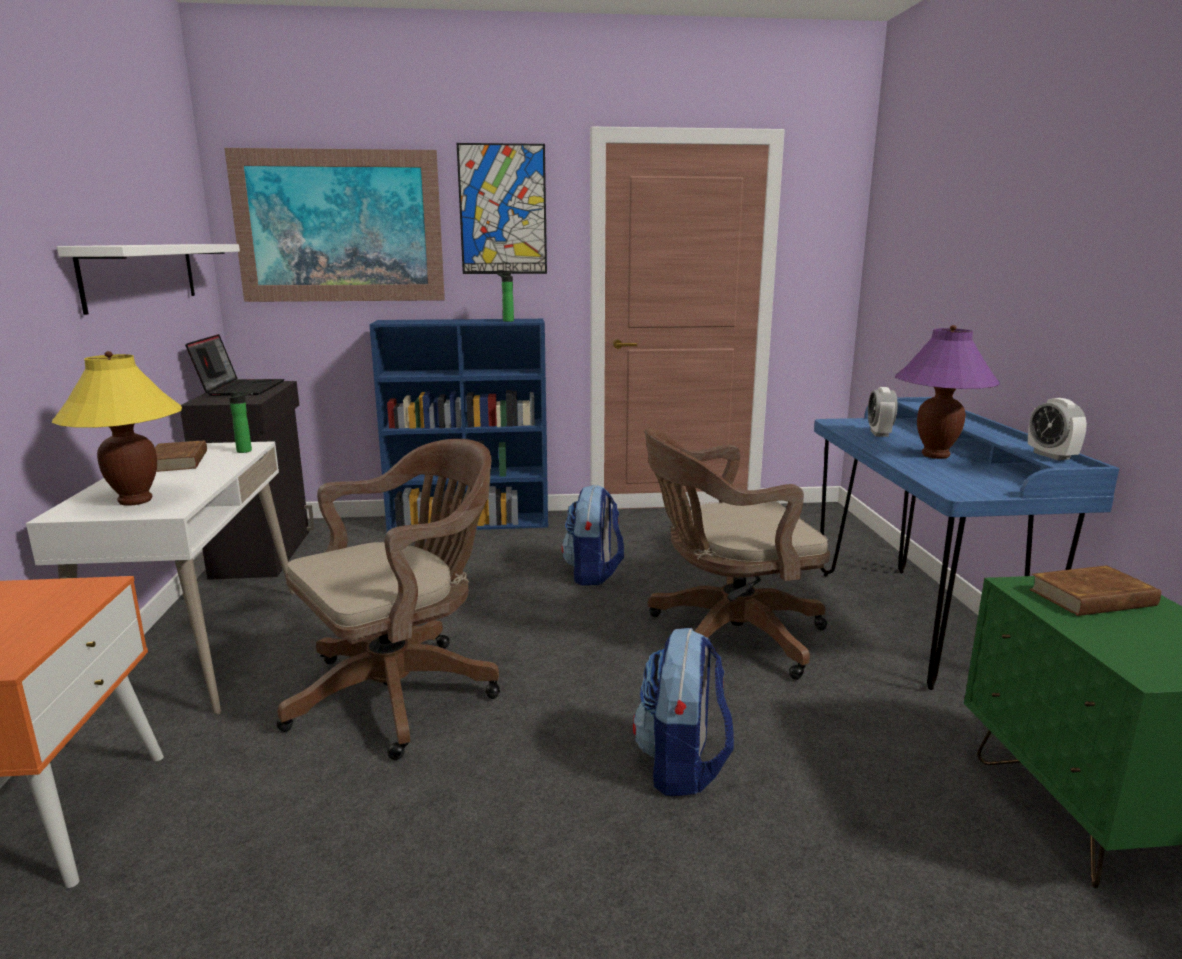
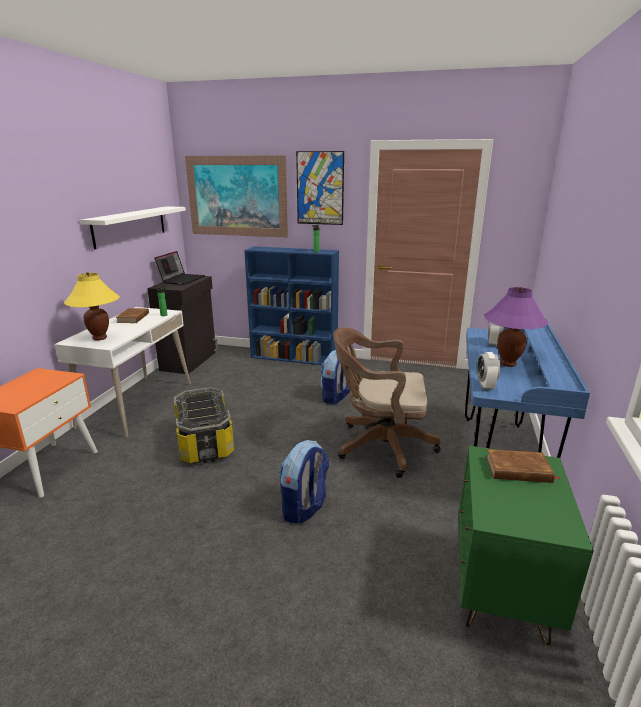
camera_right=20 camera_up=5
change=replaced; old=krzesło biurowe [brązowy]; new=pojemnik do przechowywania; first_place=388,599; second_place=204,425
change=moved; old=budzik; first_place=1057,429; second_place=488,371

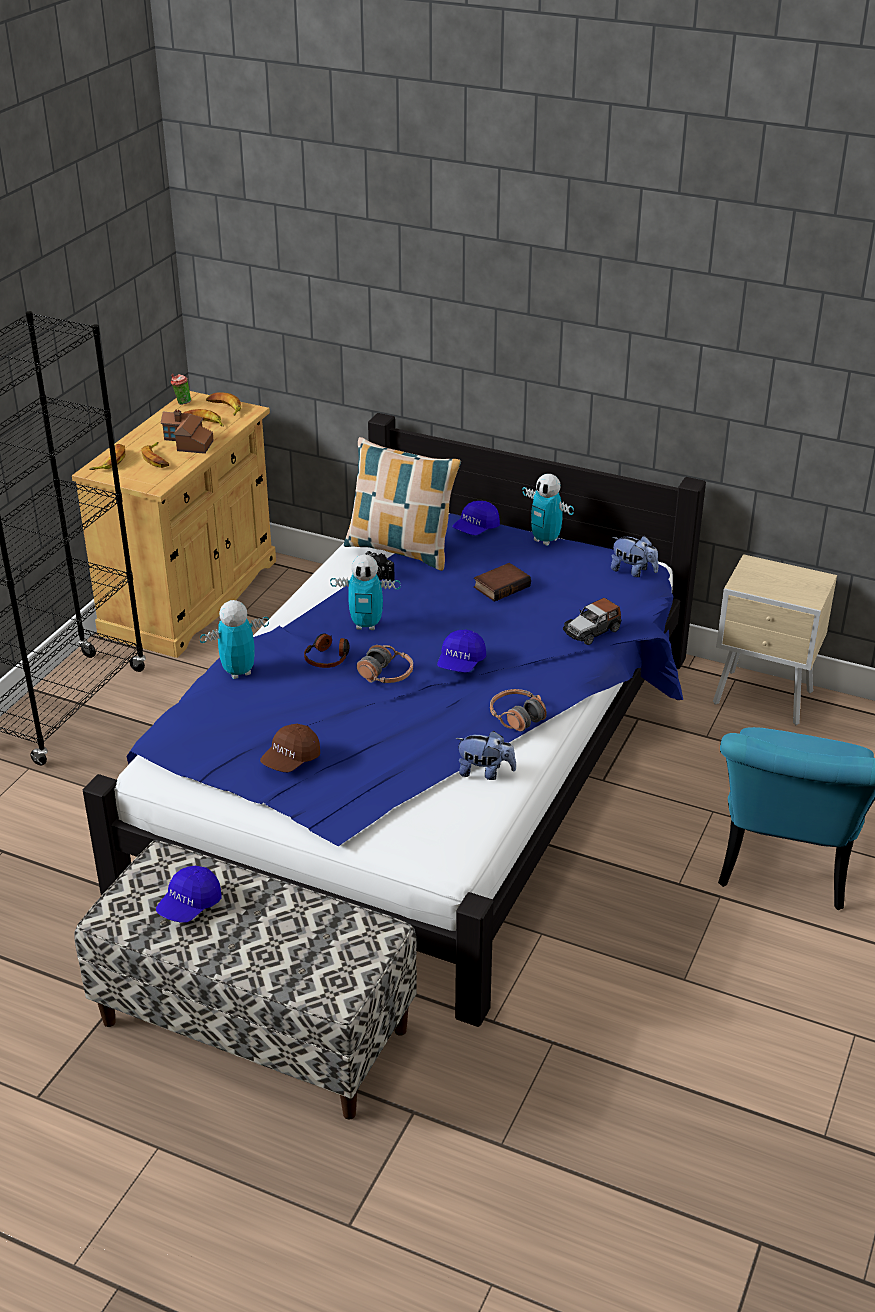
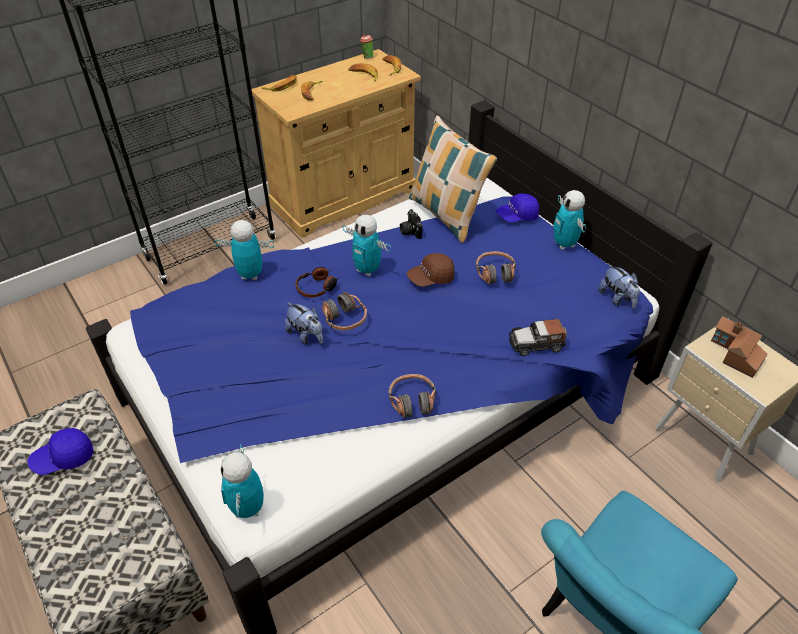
camera_right=30 camera_up=10
change=moved; old=domek; first_place=187,431; second_place=739,347
change=moved; old=czapka z daszkiem [brązowy]; first_place=290,748; second_place=430,270
change=removed; old=czapka z daszkiem [niebieski]; first_place=461,651
change=moved; old=pluszak; first_place=485,755; second_place=304,323
change=replaced; old=książka; new=słuchawki; first_place=502,582; second_place=495,267
change=added; new=robot zabawkowy; second_place=242,481

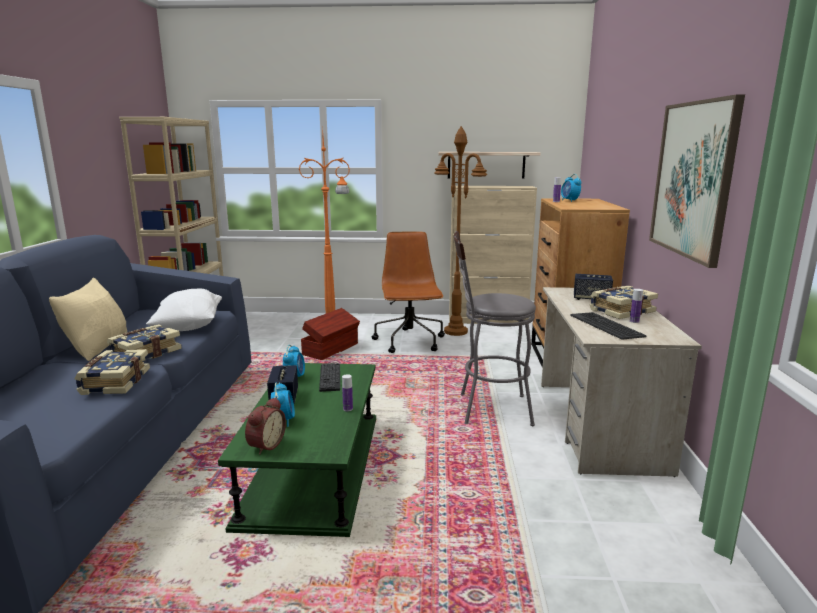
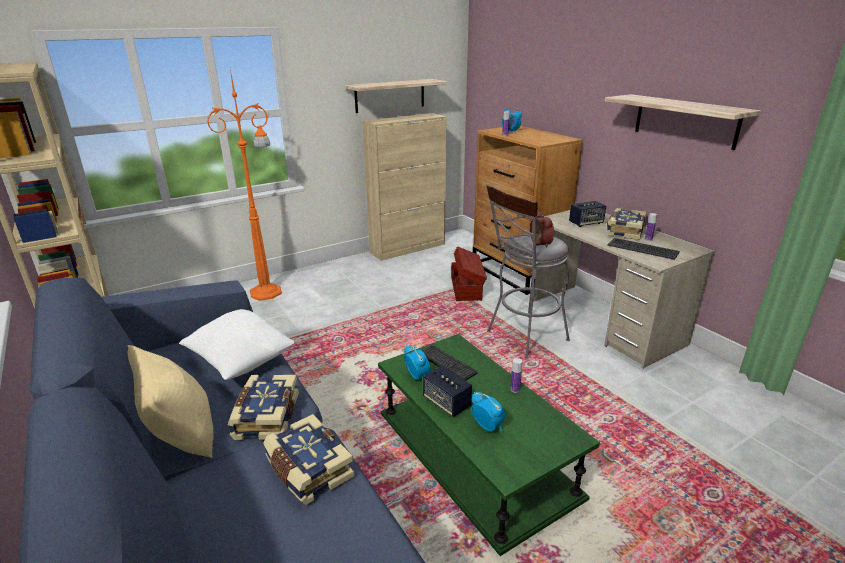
camera_right=-35 camera_up=10
change=moved; old=budzik; first_place=265,426; second_place=542,229
change=moved; old=pojemnik do przechowywania [brązowy]; first_place=330,334; second_place=469,273
change=removed; old=krzesło biurowe [brązowy]; first_place=408,292
change=removed; old=lampa stojąca [brązowy]; first_place=460,231
change=replaced; old=obraz; new=półka; first_place=697,181; second_place=683,122

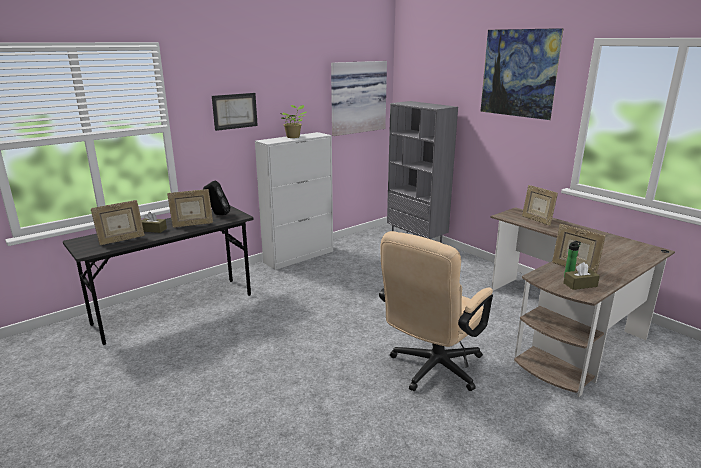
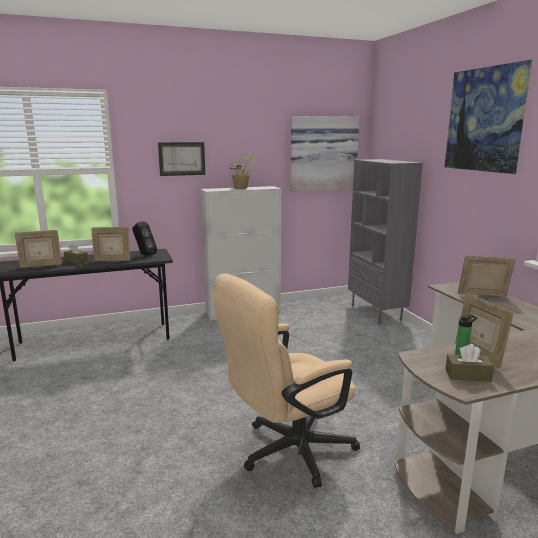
camera_right=20 camera_up=-5
change=turned; old=ramka na zdjęcie; first_place=540,205; second_place=486,276; degrees=105

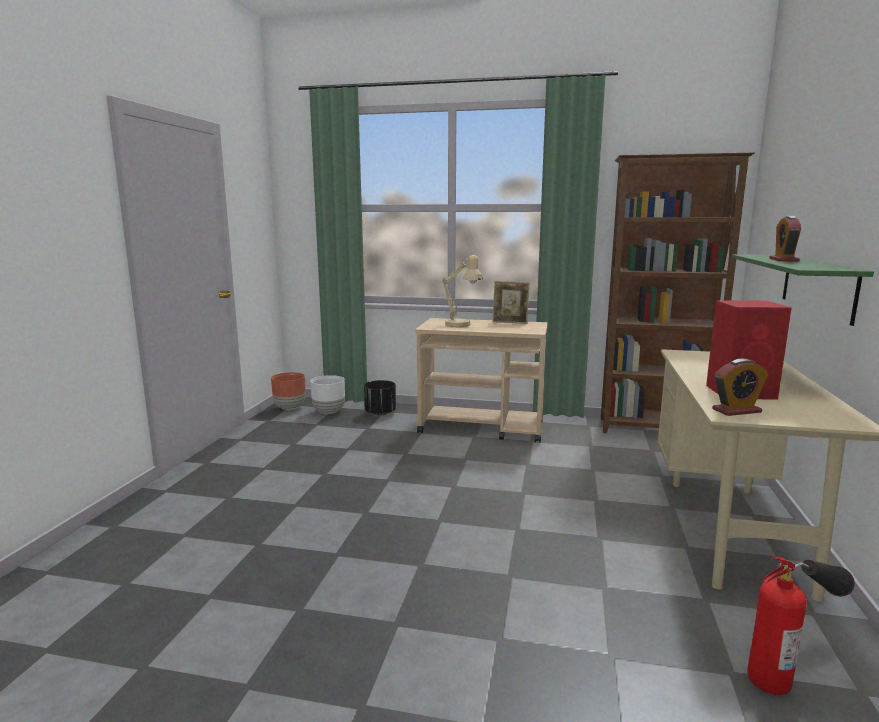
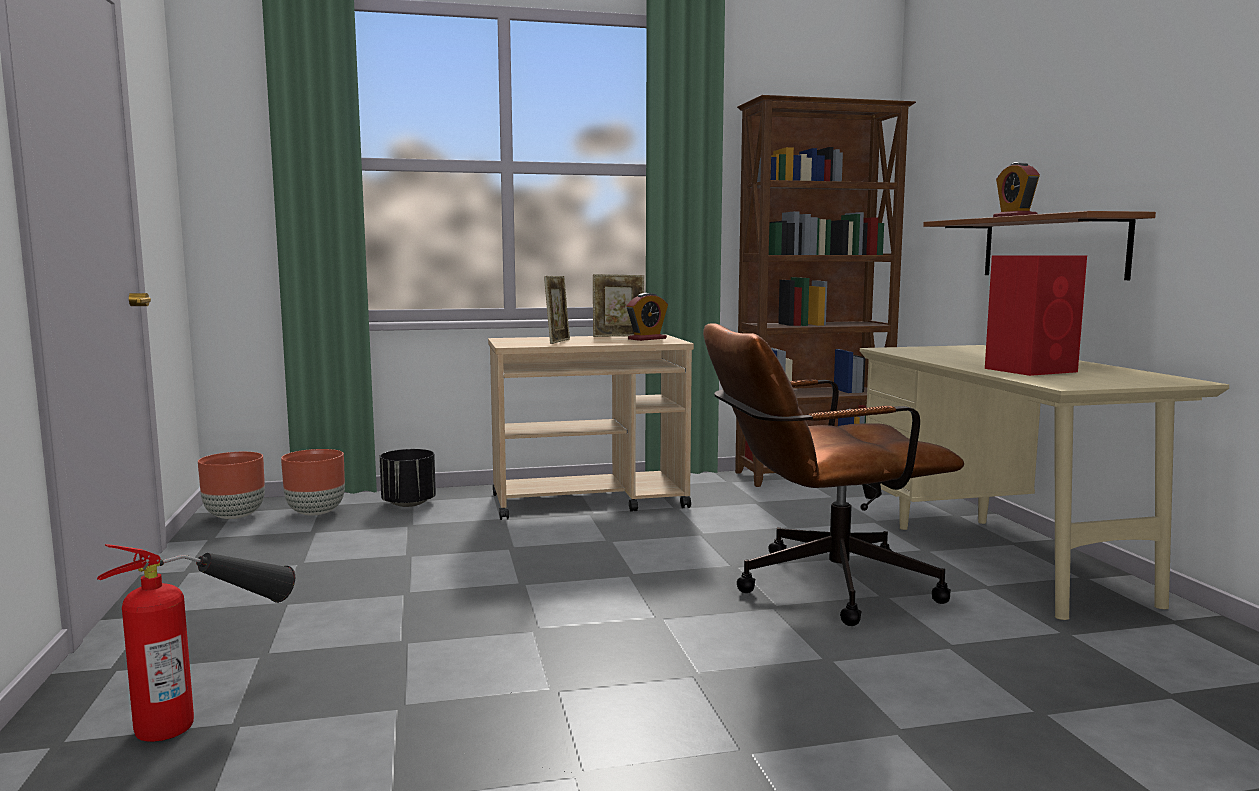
camera_right=-25 camera_up=-5
change=recoloured; old=donica [biały]; new=donica [brązowy]; first_place=327,394; second_place=313,482
change=replaced; old=lampa stołowa [beżowy]; new=ramka na zdjęcie; first_place=462,291; second_place=557,310
change=moved; old=budzik; first_place=740,387; second_place=647,317
change=recoloured; old=półka [zielony]; new=półka [brązowy]; first_place=803,290; second_place=1039,245
change=moved; old=gaśnica; first_place=801,625; second_place=196,643
change=added; new=krzesło biurowe [brązowy]; second_place=833,474

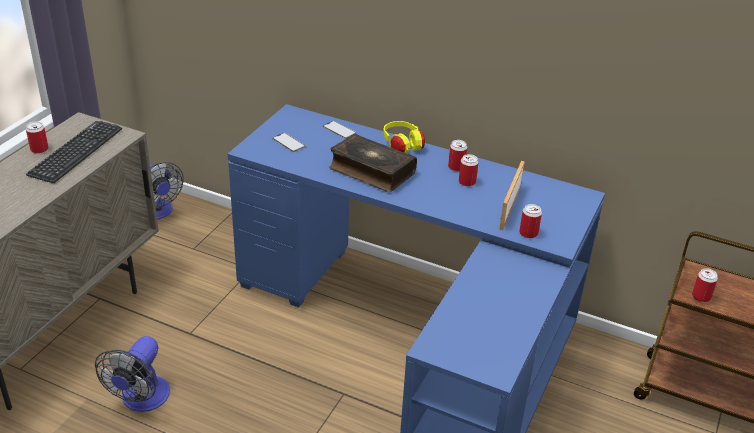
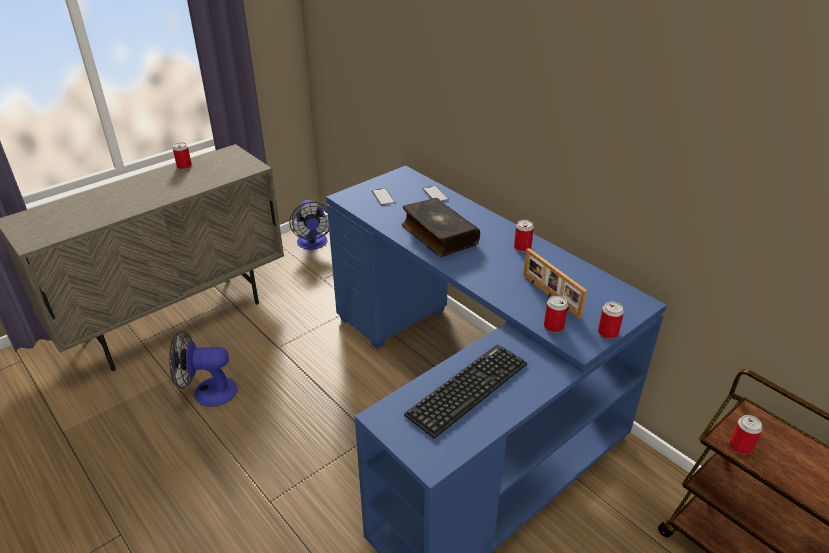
camera_right=25 camera_up=0
change=moved; old=klawiatura; first_place=74,152; second_place=465,391
change=turned; old=wentylator; first_place=132,374; second_place=203,369; degrees=45
change=removed; old=słuchawki [żółty]; first_place=404,137
change=moved; old=puszka; first_place=469,170; second_place=611,320
change=turned; old=ramka na zdjęcie; first_place=512,195; second_place=555,283; degrees=-75

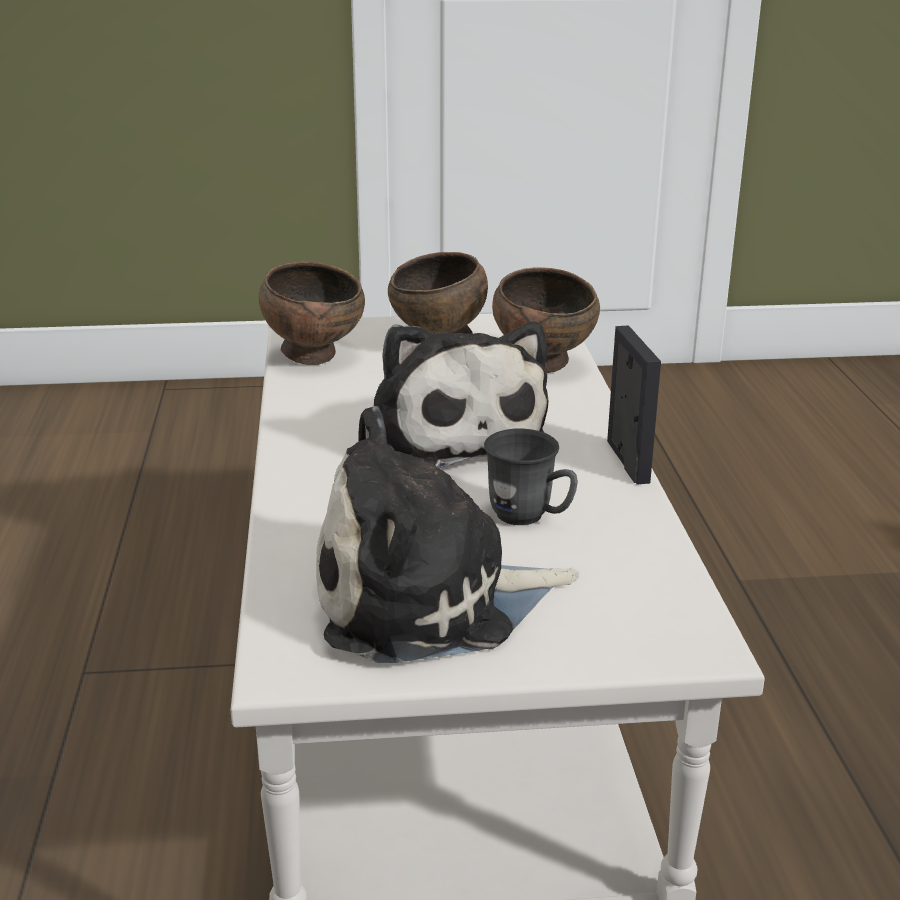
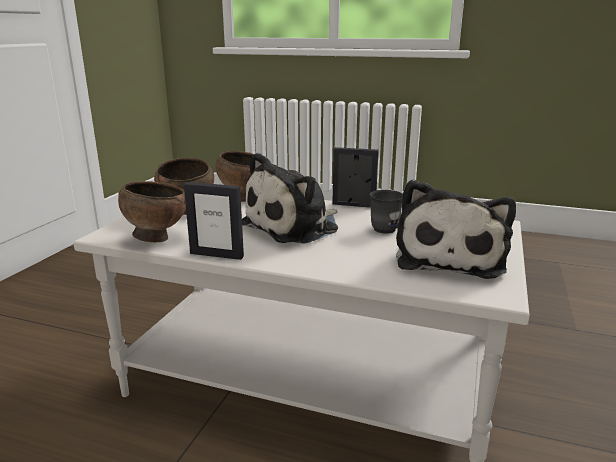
camera_right=-65 camera_up=-5
change=turned; old=pluszak; first_place=460,394; second_place=290,198; degrees=135
change=added; new=ramka na zdjęcie; second_place=214,221

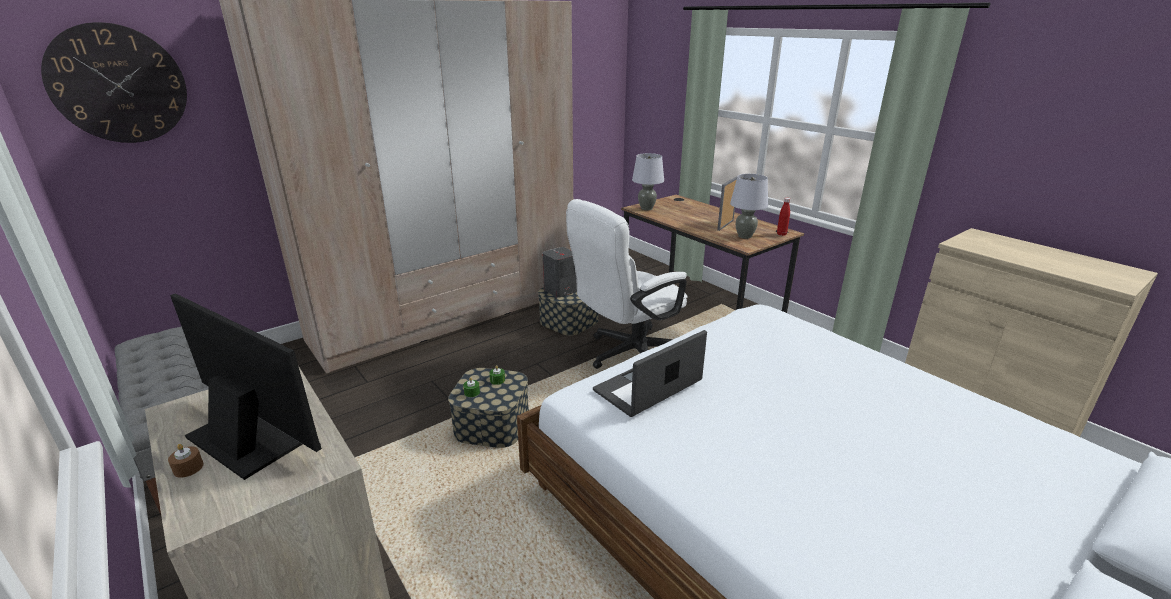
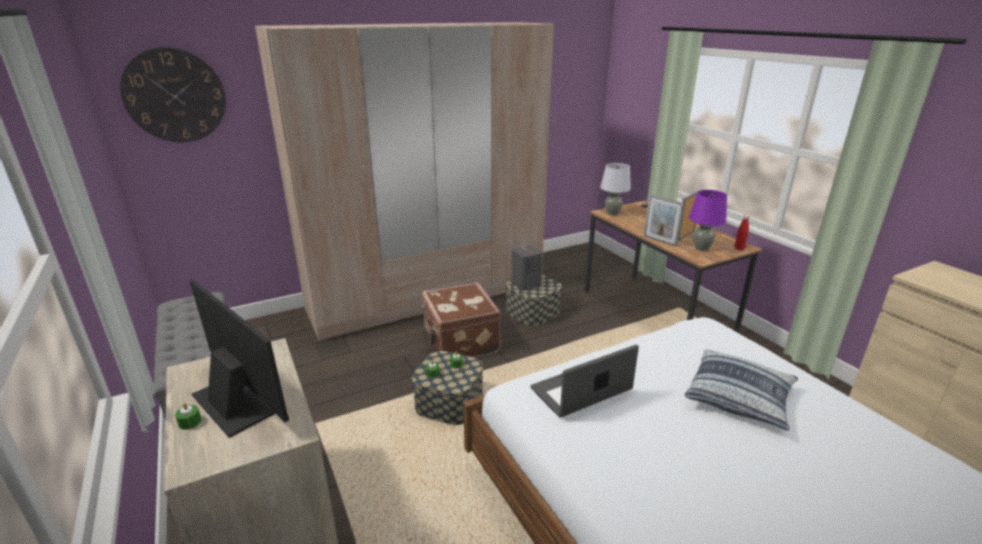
camera_right=10 camera_up=0
change=recoloured; old=świeca [brązowy]; new=świeca [zielony]; first_place=185,461; second_place=188,416
change=removed; old=krzesło biurowe [biały]; first_place=627,284
change=recoloured; old=lampa stołowa [szary]; new=lampa stołowa [fioletowy]; first_place=749,206; second_place=708,220
change=added; new=walizka [brązowy]; second_place=461,320
change=added; new=ramka na zdjęcie; second_place=664,220
change=added; new=poduszka; second_place=741,390

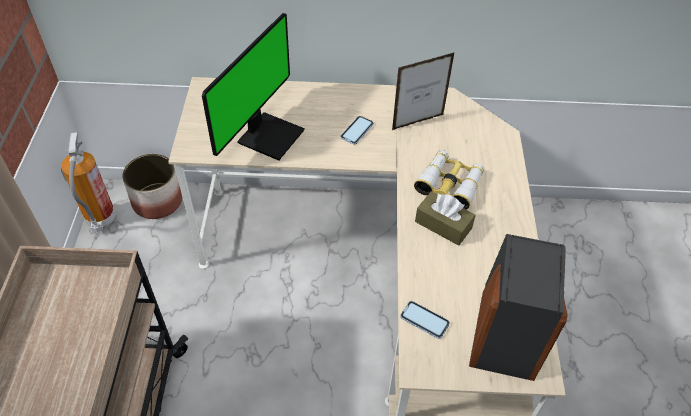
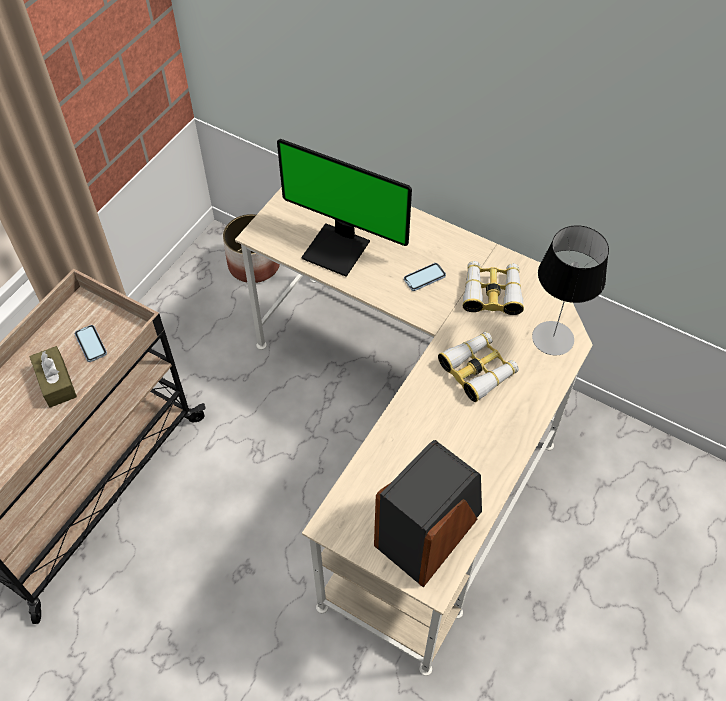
camera_right=30 camera_up=5
change=removed; old=gaśnica; first_place=88,181
change=turned; old=monitor; first_place=253,86; second_place=344,208; degrees=60
change=replaced; old=ramka na zdjęcie; new=lornetka; first_place=423,91; second_place=493,288
change=moved; old=telefon; first_place=425,320; second_place=91,343
change=moved; old=pudełko chusteczek [brązowy]; first_place=445,219; second_place=53,377
change=added; new=lampa stołowa; second_place=570,290

